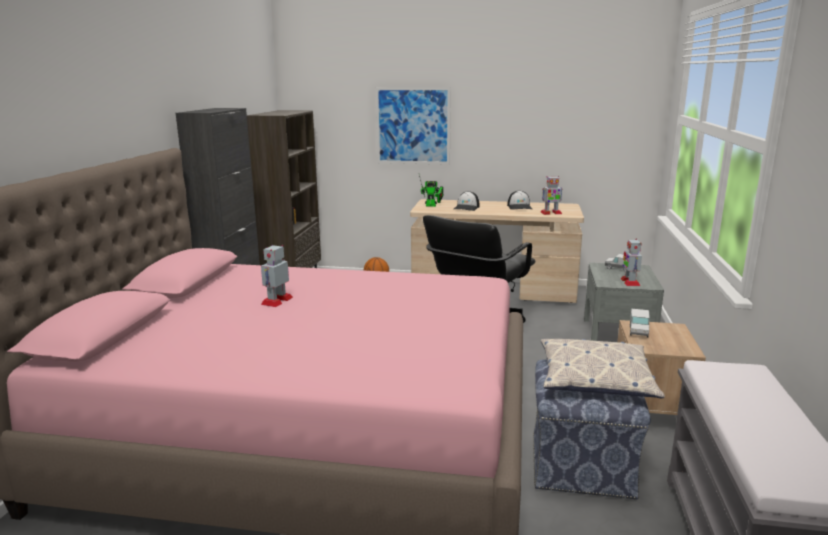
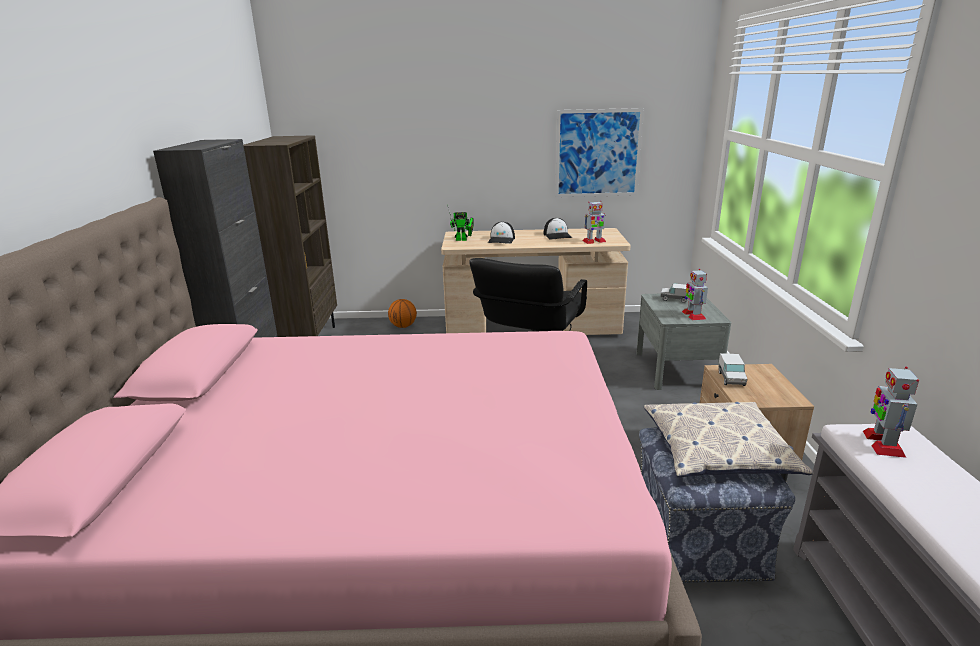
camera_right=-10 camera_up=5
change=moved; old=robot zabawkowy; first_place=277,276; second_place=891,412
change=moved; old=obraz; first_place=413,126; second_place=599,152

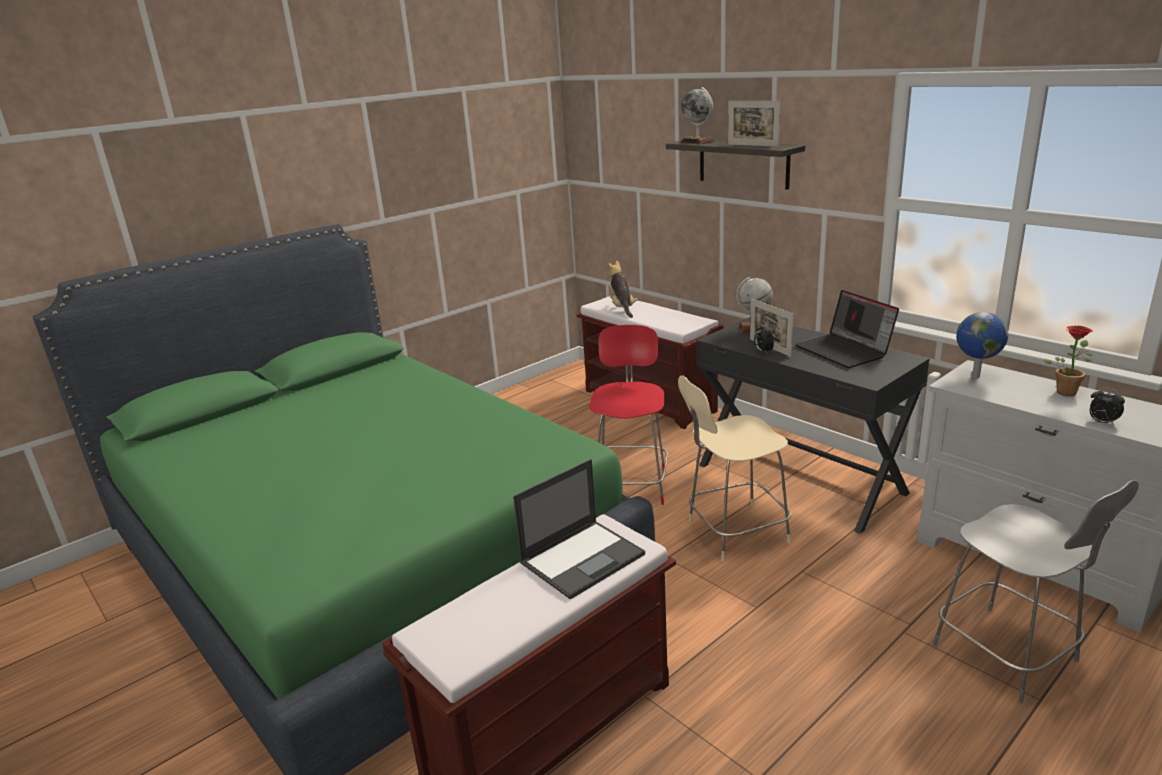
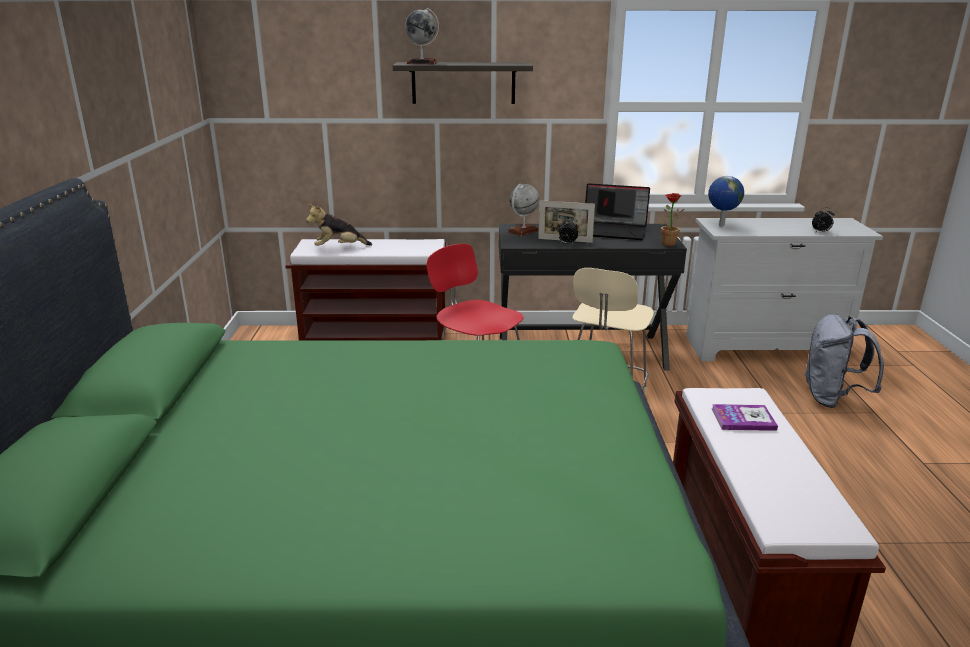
camera_right=-50 camera_up=0
change=replaced; old=laptop; new=książka; first_place=579,529; second_place=745,417
change=turned; old=pluszak; first_place=622,289; second_place=339,225; degrees=-45
change=removed; old=ramka na zdjęcie; first_place=754,124
change=replaced; old=krzesło [szary]; new=plecak [szary]; first_place=1036,591; second_place=844,361
change=moved; old=roślina doniczkowa; first_place=1068,361; second_place=671,219

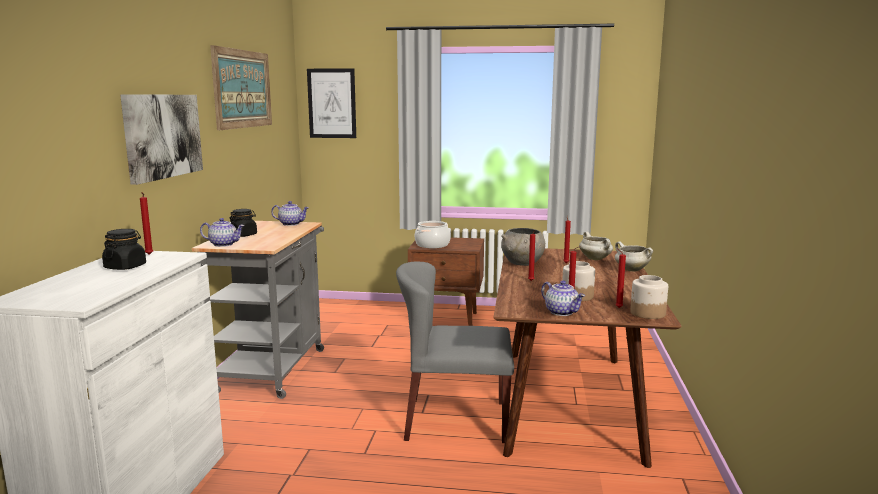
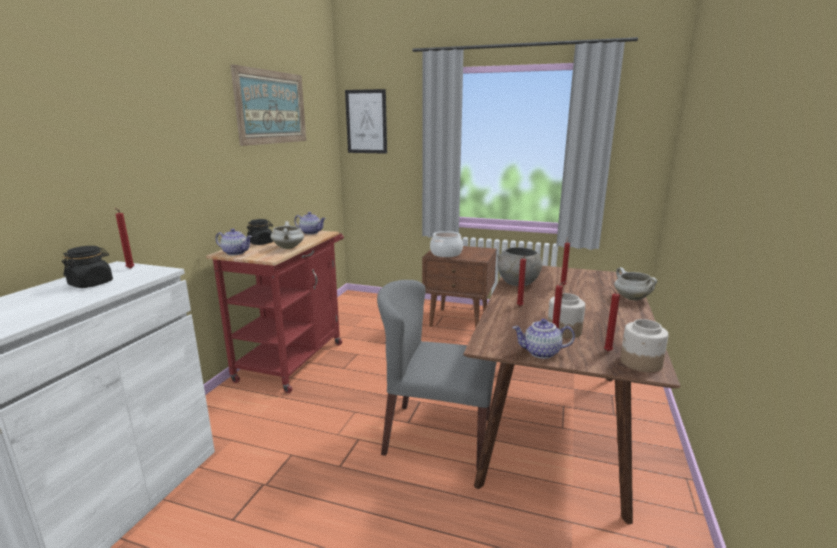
camera_right=10 camera_up=5
change=removed; old=obraz; first_place=161,139
change=recoloured; old=wózek [szary]; new=wózek [czerwony]; first_place=258,310; second_place=275,312
change=turned; old=imbryk; first_place=563,298; second_place=543,339; degrees=120
change=moved; old=garnek [biały]; first_place=596,246; second_place=287,235

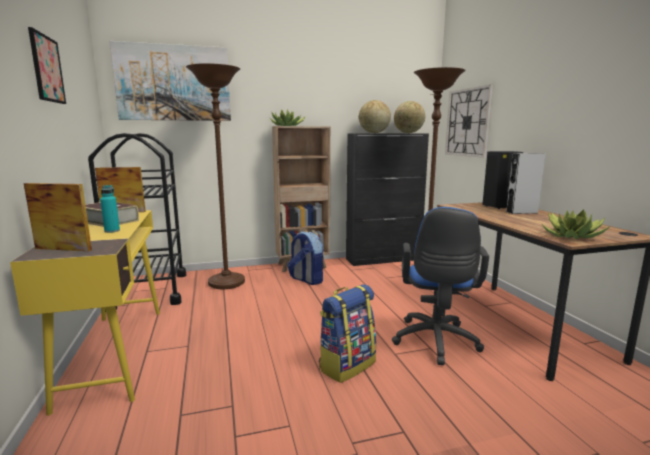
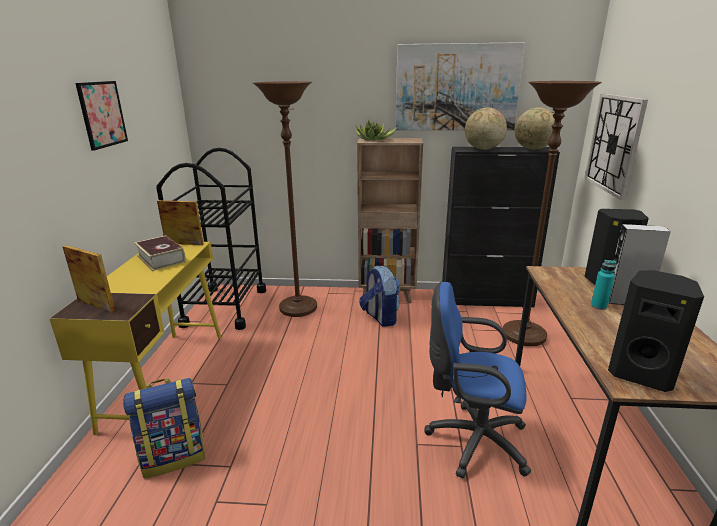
camera_right=20 camera_up=10
change=moved; old=butelka [turkusowy]; first_place=110,209; second_place=603,285
change=moved; old=obraz; first_place=170,81; second_place=460,86
change=moved; old=plecak; first_place=347,333; second_place=164,428
change=turned; old=krzesło biurowe [niebieski]; first_place=440,286; second_place=477,379; degrees=75
change=replaced; old=roślina doniczkowa; new=głośnik [czarny]; first_place=575,224; second_place=656,331

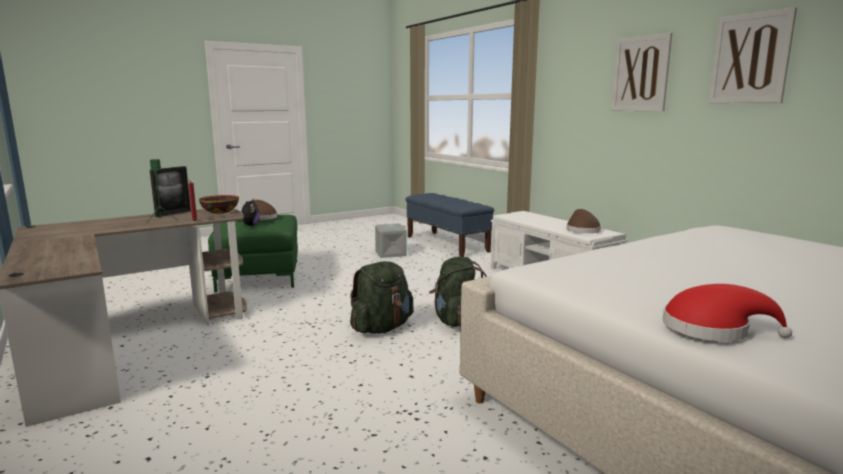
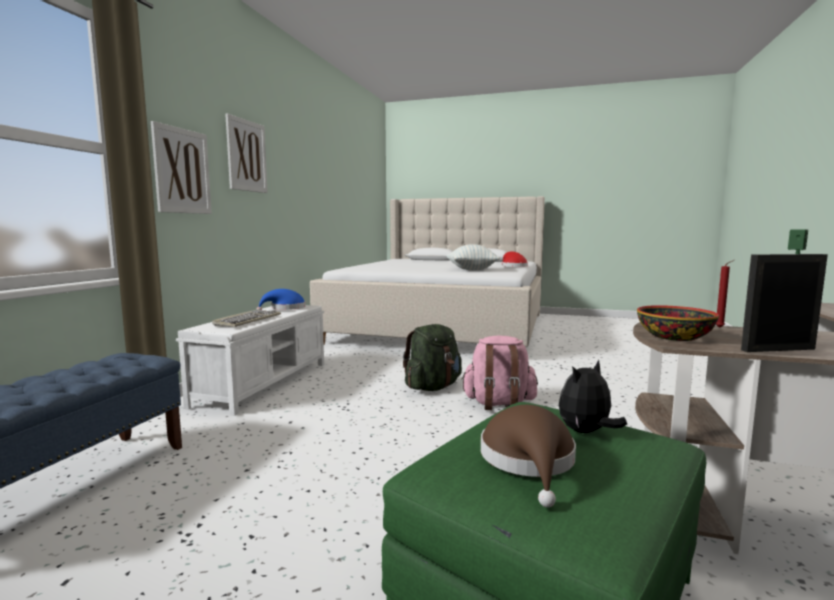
camera_right=-130 camera_up=-5
change=recoloured; old=plecak [zielony]; new=plecak [różowy]; first_place=382,297; second_place=499,373
change=removed; old=pojemnik do przechowywania [szary]; first_place=391,240
change=recoloured; old=kapelusz [brązowy]; new=kapelusz [niebieski]; first_place=583,221; second_place=281,299
change=moved; old=obraz; first_place=752,55; second_place=181,167
change=added; new=klawiatura; second_place=246,318
change=added; new=poduszka; second_place=473,257

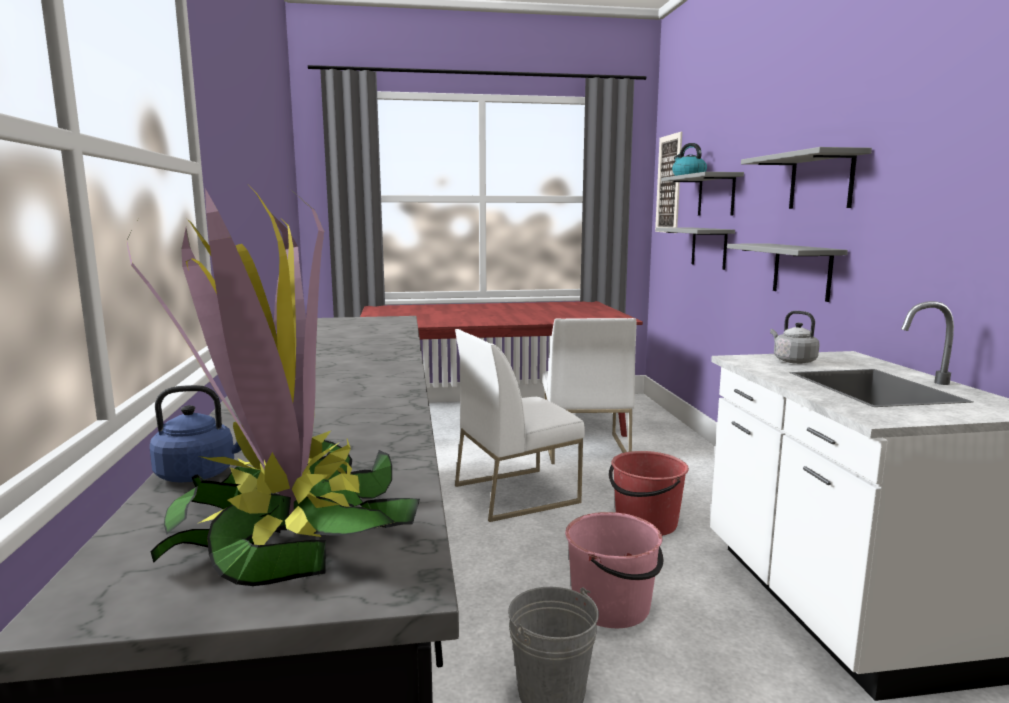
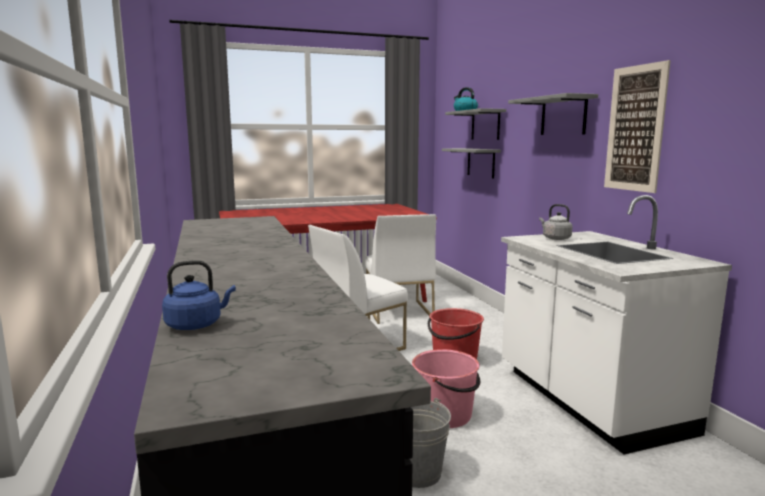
camera_right=-10 camera_up=0
change=removed; old=roślina doniczkowa; first_place=273,387
change=moved; old=obraz; first_place=668,182; second_place=637,126
change=removed; old=półka [szary]; first_place=787,272

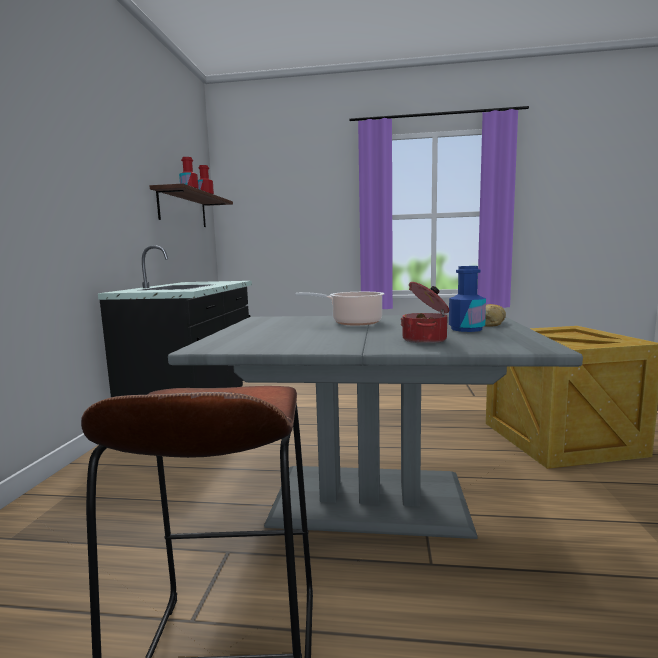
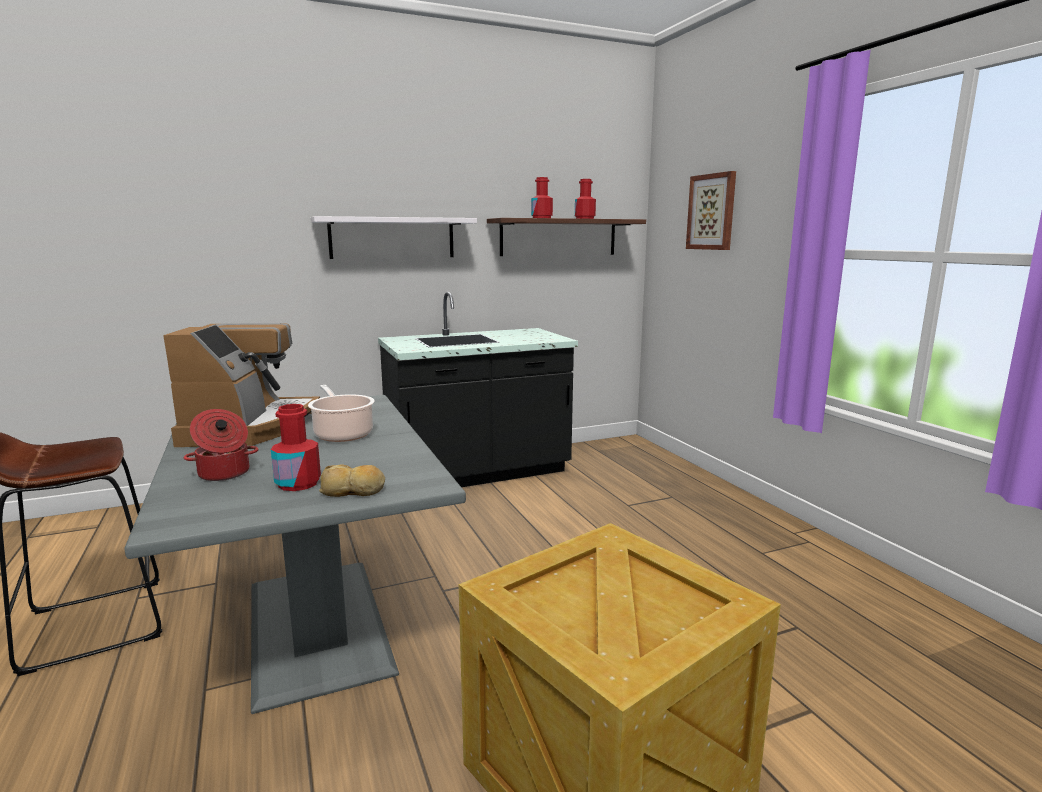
camera_right=60 camera_up=5
change=recoloured; old=butelka [niebieski]; new=butelka [czerwony]; first_place=467,299; second_place=296,447
change=added; new=ekspres do kawy; second_place=241,385
change=added; new=półka [biały]; second_place=394,237
change=added; new=obraz; second_place=711,210

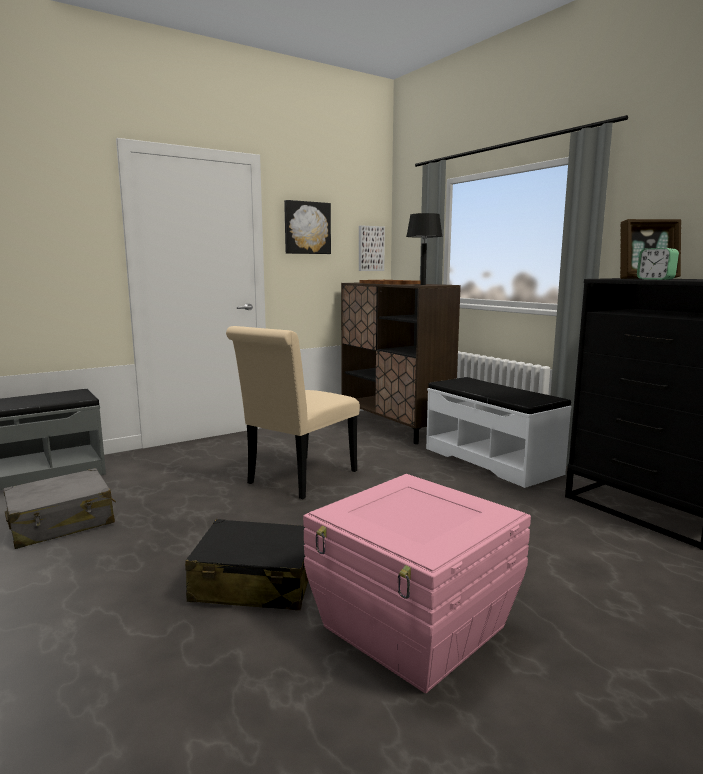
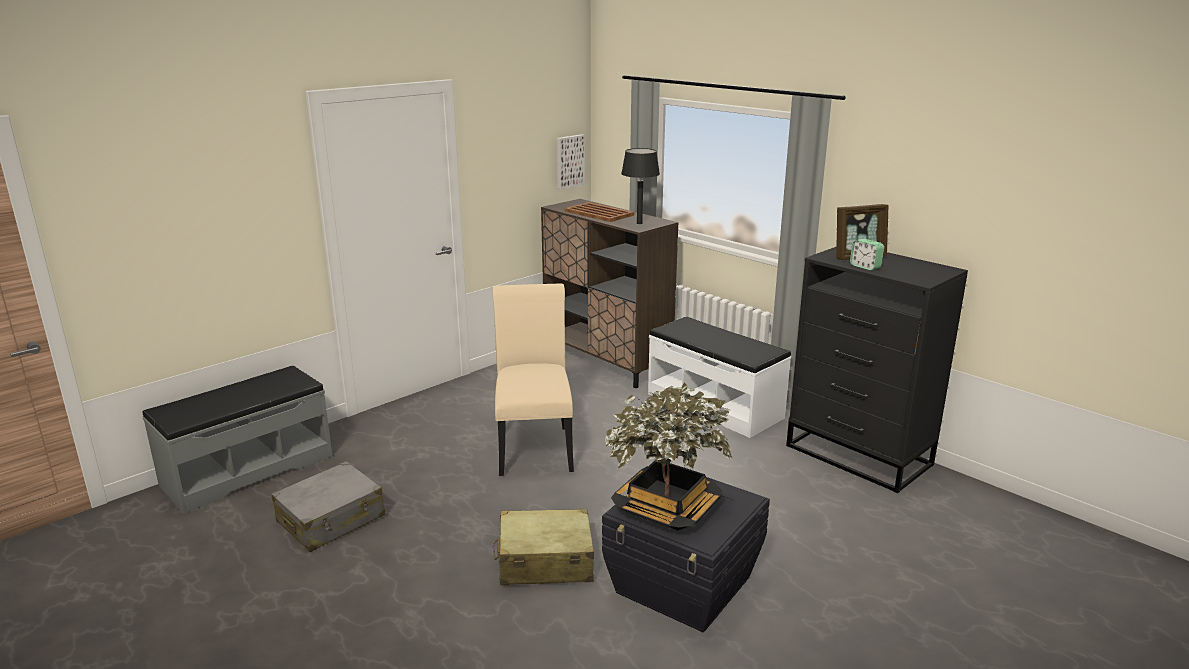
camera_right=-10 camera_up=10
change=recoloured; old=walizka [czarny]; new=walizka [beżowy]; first_place=246,564; second_place=543,547
change=turned; old=krzesło [beżowy]; first_place=293,412; second_place=533,379; degrees=150
change=removed; old=obraz; first_place=307,227
change=recoloured; old=pojemnik do przechowywania [różowy]; new=pojemnik do przechowywania [czarny]; first_place=417,583; second_place=686,554
change=added; new=roślina doniczkowa; second_place=668,457

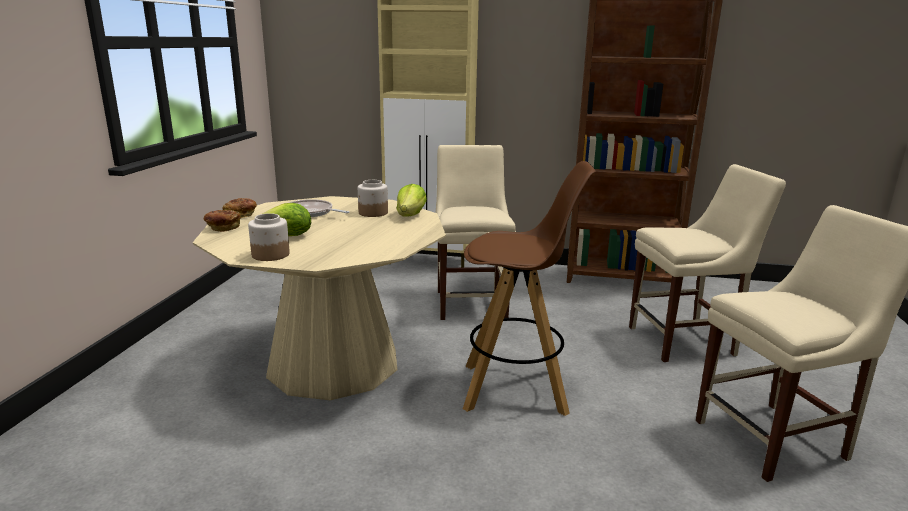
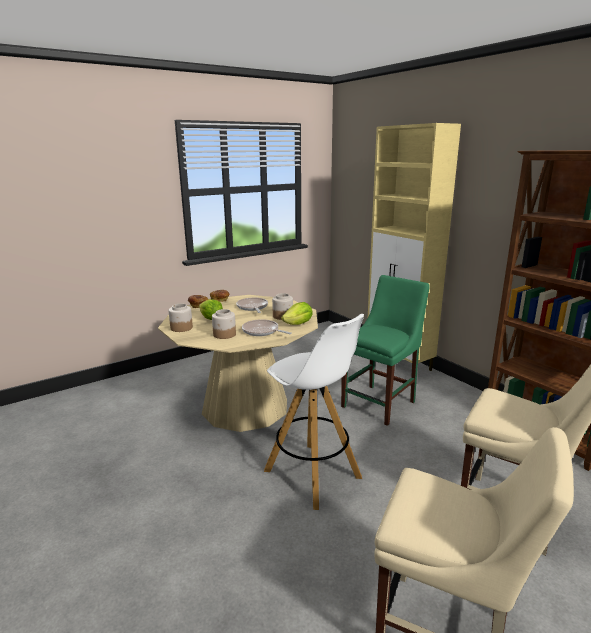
camera_right=45 camera_up=0
change=recoloured; old=krzesło [beżowy]; new=krzesło [zielony]; first_place=476,232; second_place=385,350
change=recoloured; old=stołek [brązowy]; new=stołek [biały]; first_place=529,288; second_place=314,412
change=added; new=słoik; second_place=224,324
change=added; new=patelnia; second_place=267,327

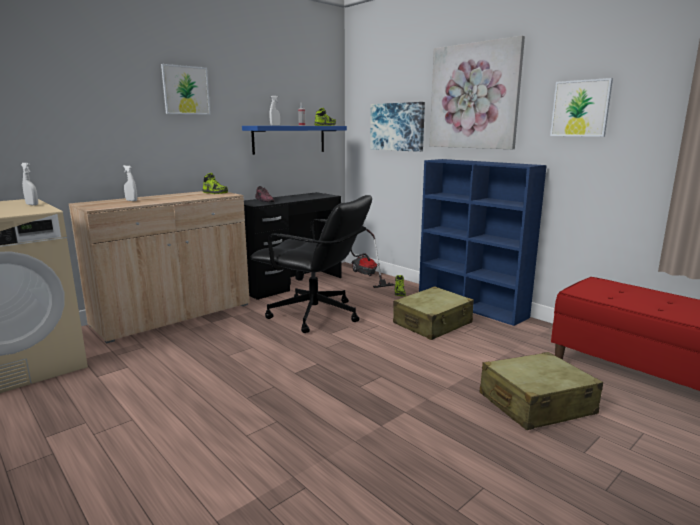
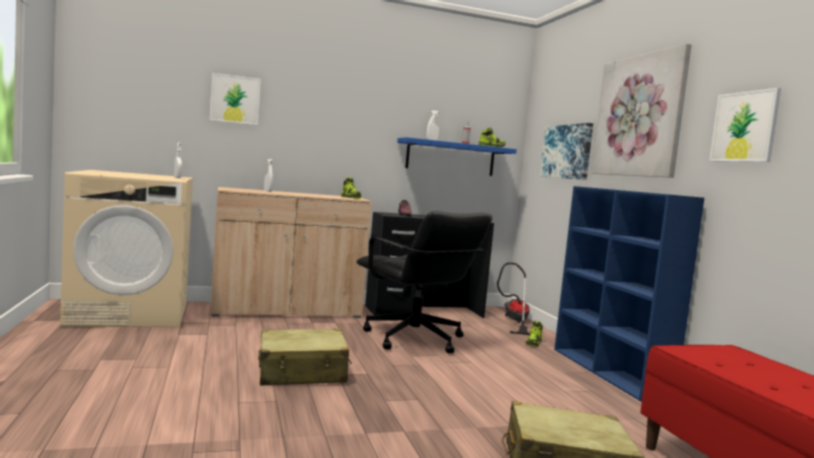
camera_right=25 camera_up=-10
change=moved; old=obraz; first_place=185,89; second_place=235,99
change=moved; old=walizka [beżowy]; first_place=433,313; second_place=305,357

